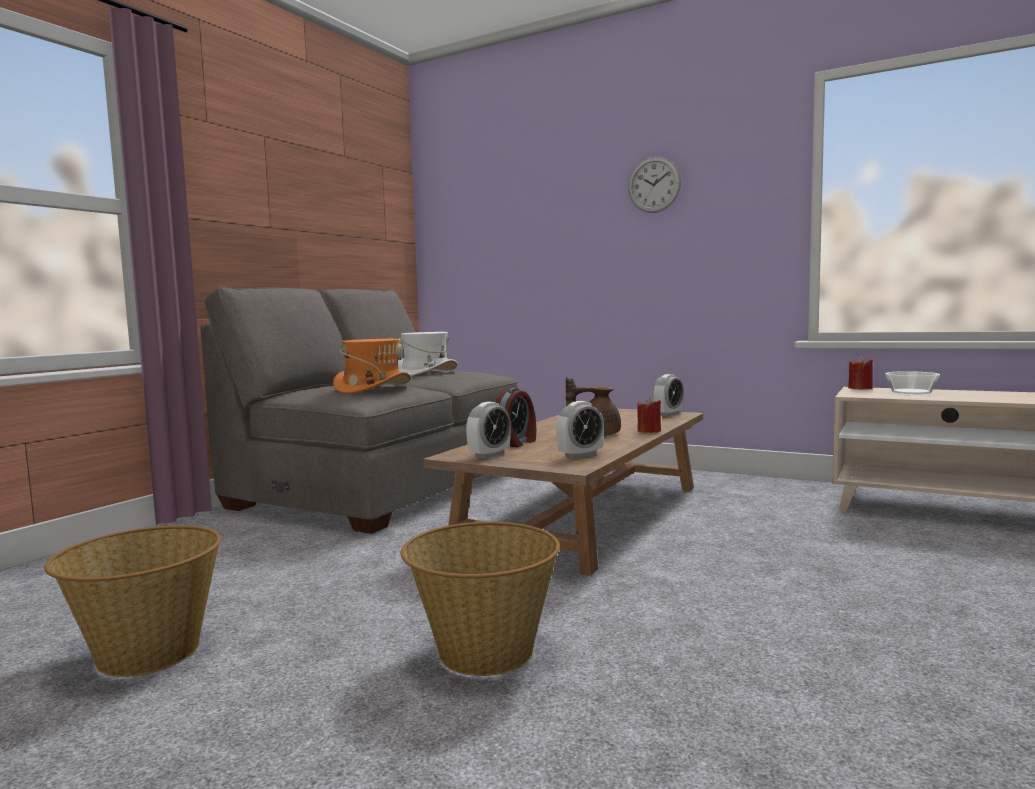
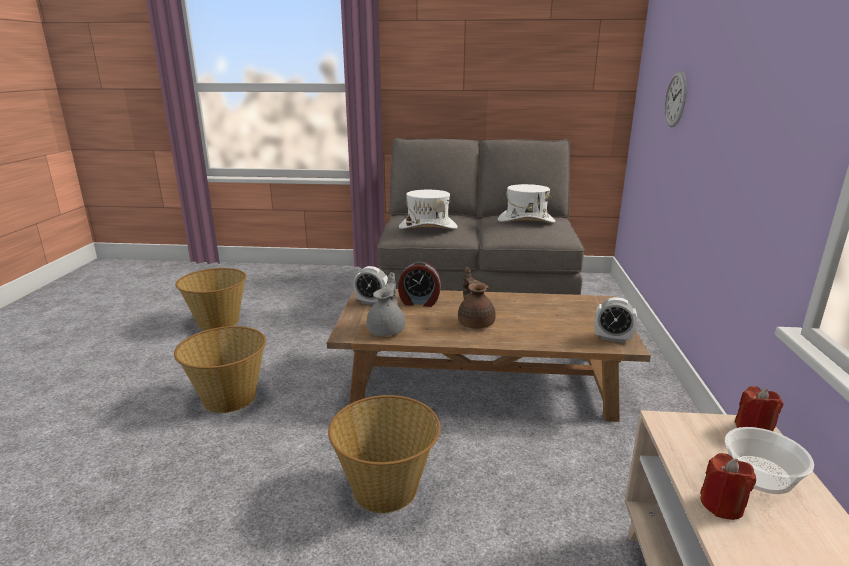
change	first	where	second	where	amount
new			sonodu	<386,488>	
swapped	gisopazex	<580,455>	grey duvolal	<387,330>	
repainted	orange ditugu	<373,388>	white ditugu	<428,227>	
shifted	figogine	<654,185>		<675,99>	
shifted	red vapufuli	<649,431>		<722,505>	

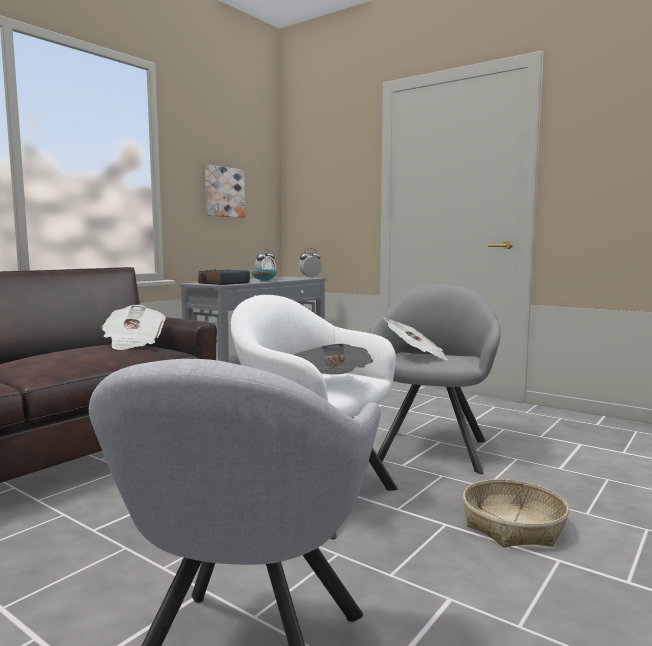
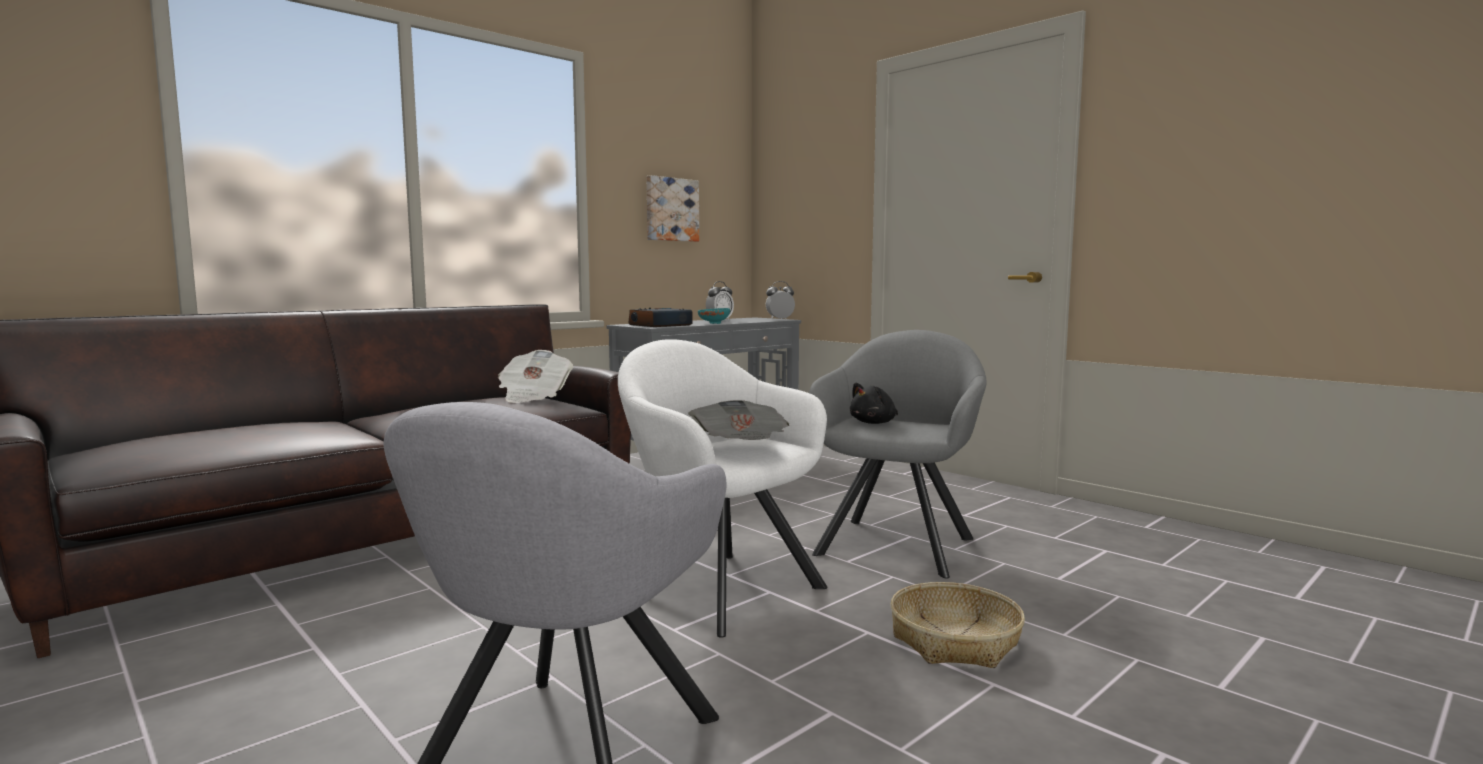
change	first	where	second	where	amount
swapped	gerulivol	<416,356>	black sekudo	<874,423>	

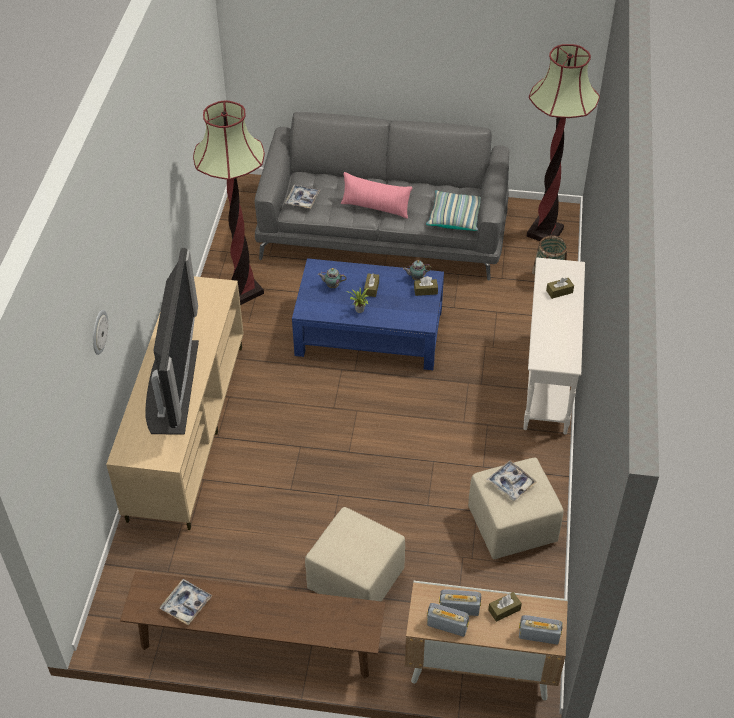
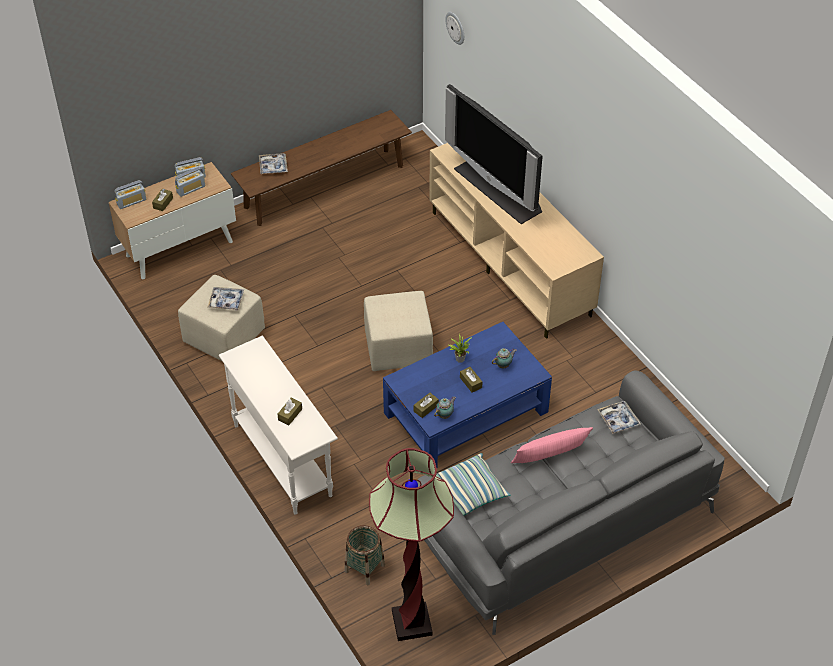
change	first	where	second	where	amount
shifted	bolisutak	<186,604>		<273,166>	
shifted	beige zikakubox	<357,580>		<397,349>	
shifted	figogine	<98,332>		<456,27>	
gone	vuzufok	<243,291>			

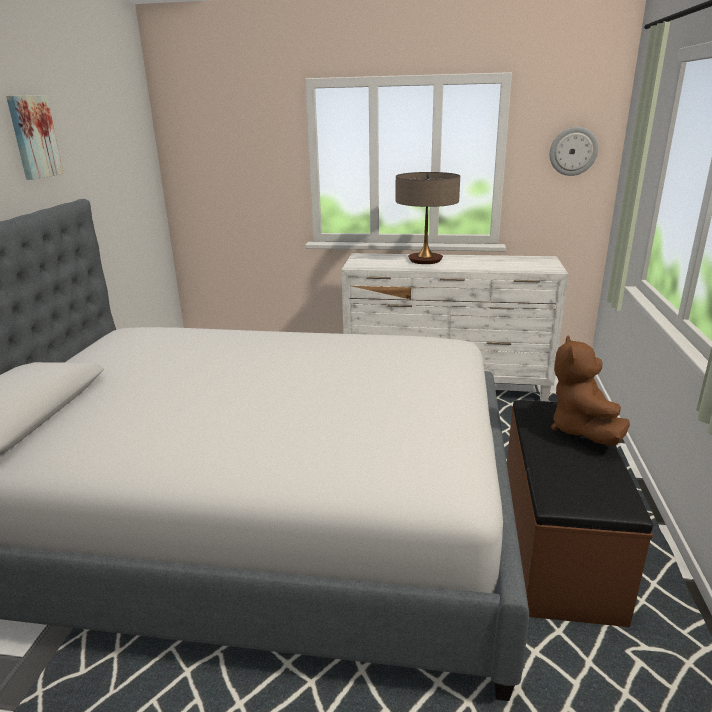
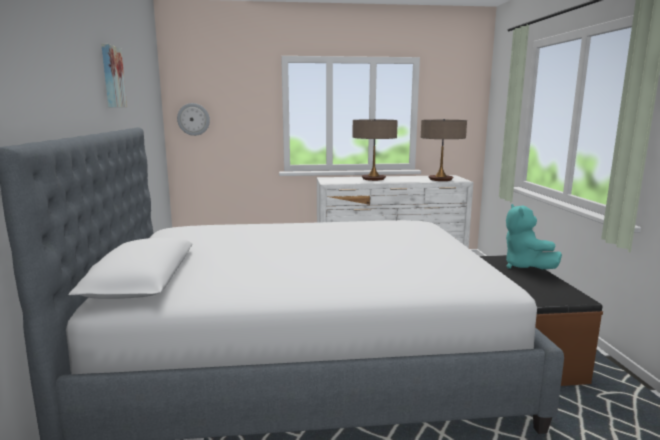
change	first	where	second	where	amount
shifted	figogine	<573,151>		<193,119>	
new			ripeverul	<440,179>	
repainted	brown sekudo	<582,430>	turquoise sekudo	<525,267>	

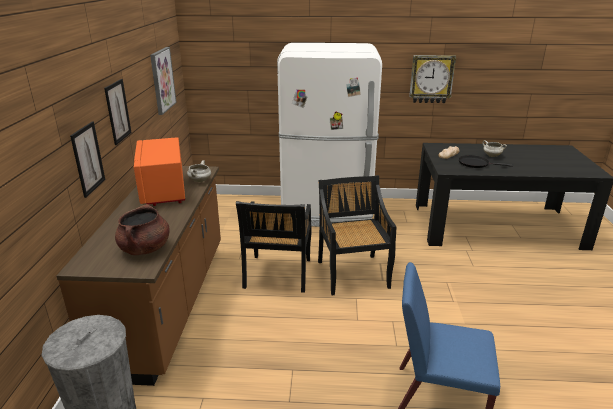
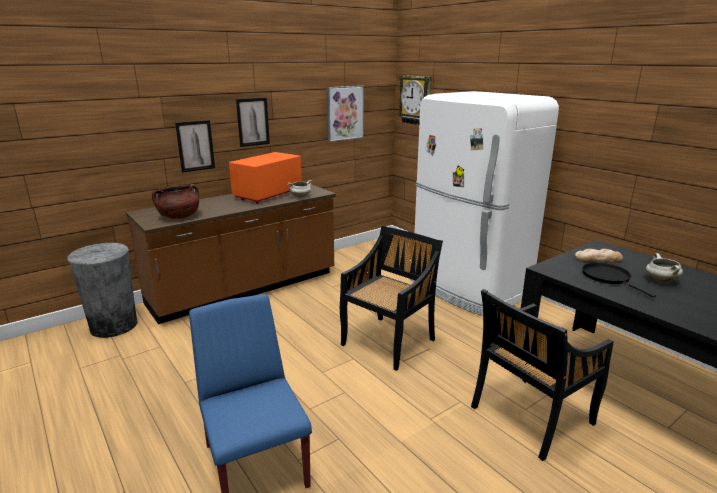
change	first	where	second	where	amount
shifted	figogine	<431,79>		<416,100>	
shifted	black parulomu	<277,274>		<530,416>	

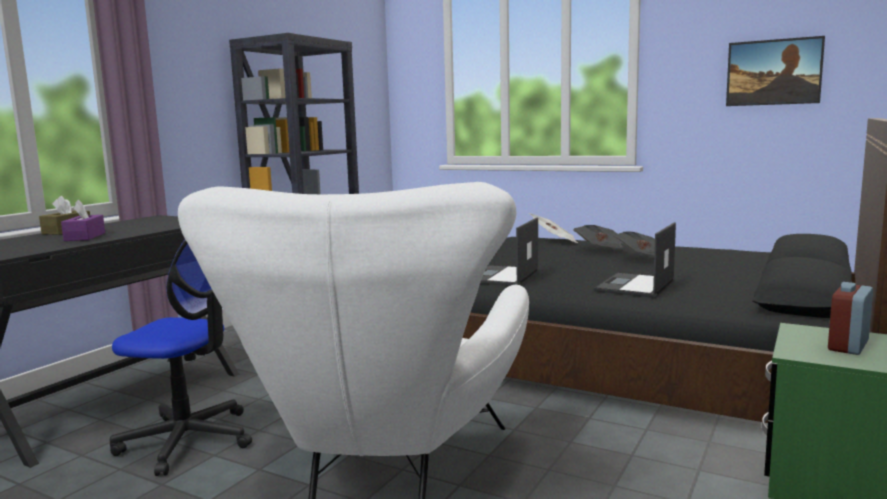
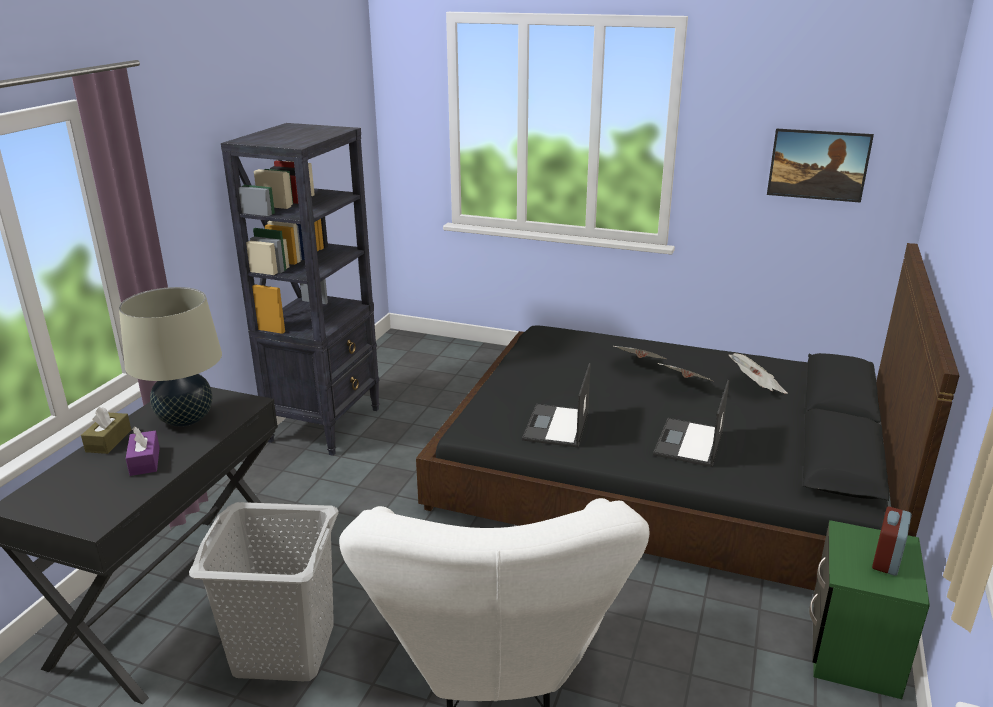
change	first	where	second	where	amount
new			beige ripeverul	<185,419>	
swapped	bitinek	<188,440>	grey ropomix	<285,650>	
shifted	gerulivol	<554,241>		<756,387>	

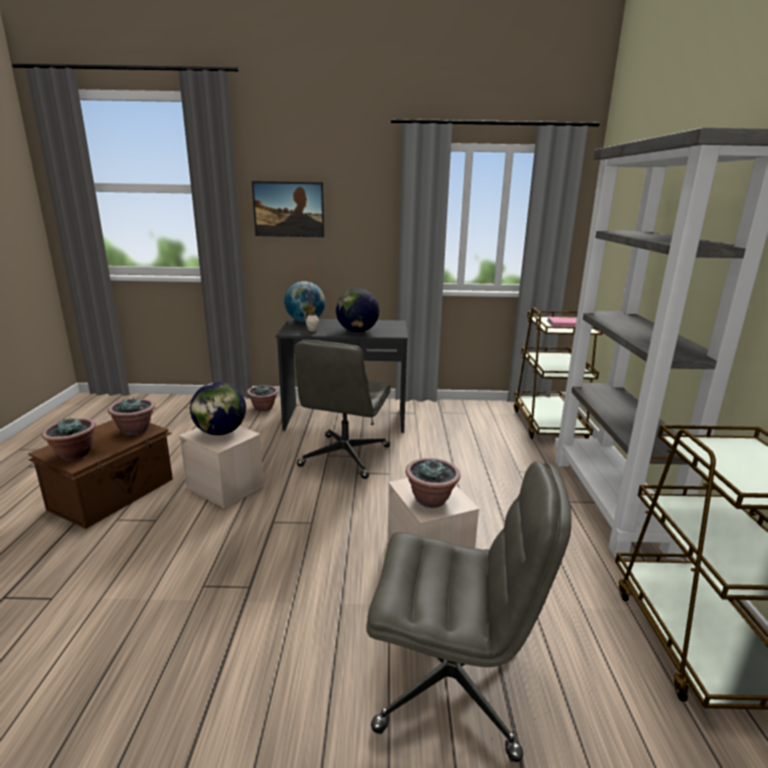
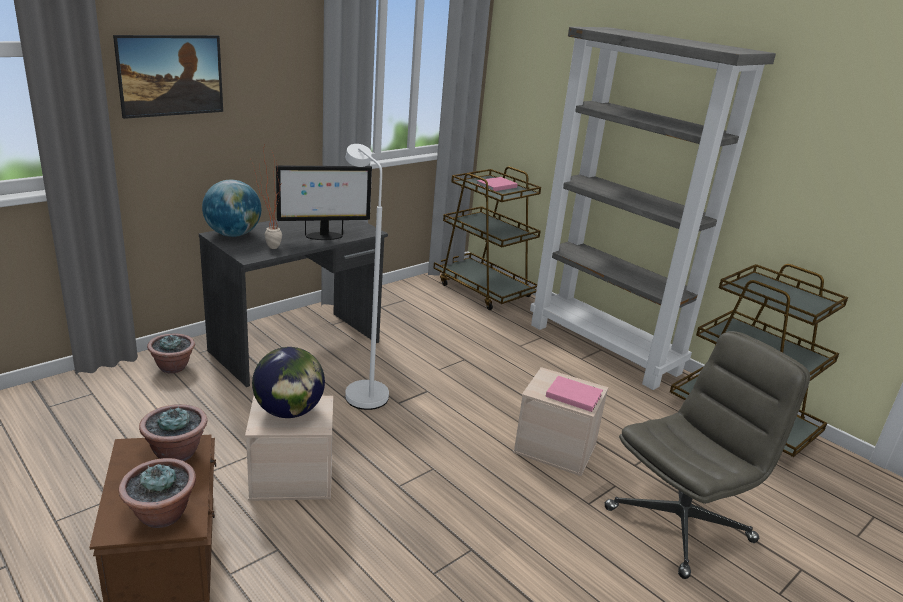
change	first	where	second	where	amount
swapped	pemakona	<357,331>	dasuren	<323,236>	
swapped	grey bitinek	<345,457>	white vuzufok	<362,391>	
swapped	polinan	<431,500>	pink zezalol	<572,395>	

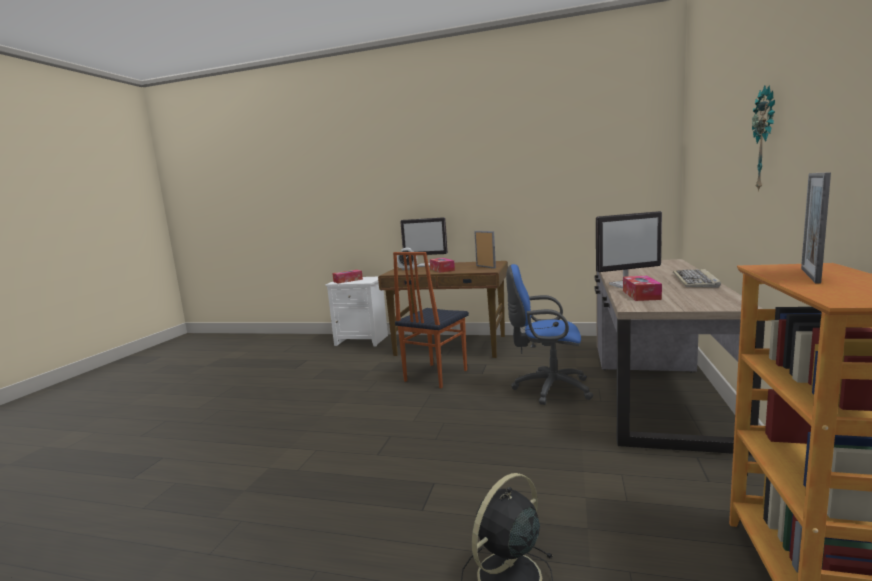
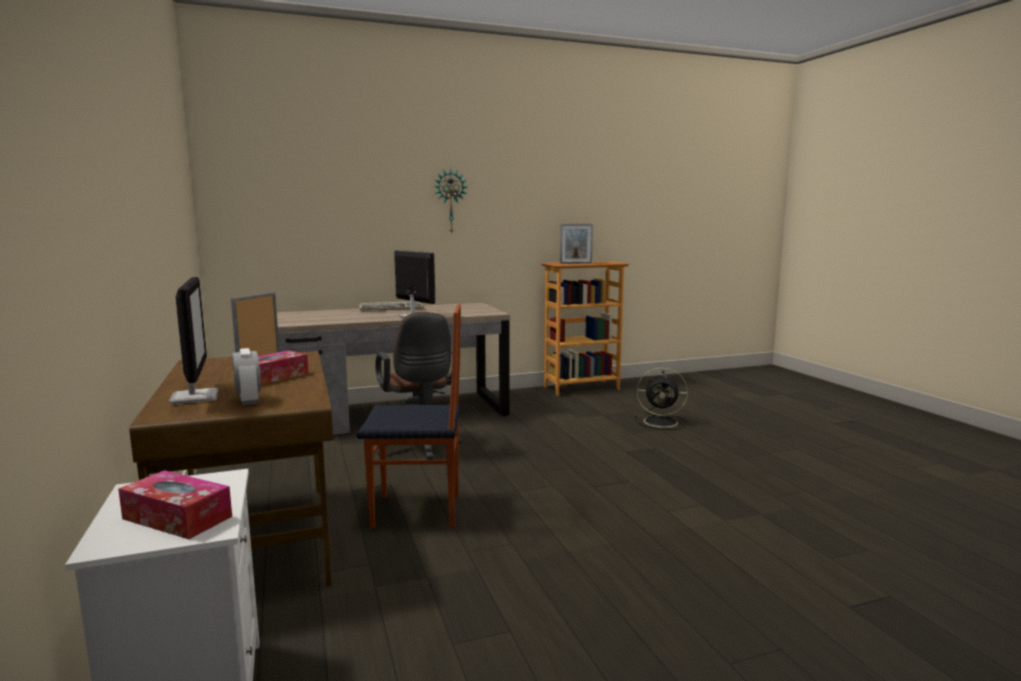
change	first	where	second	where	amount
repainted	blue bitinek	<548,389>	brown bitinek	<418,447>	
gone	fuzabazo	<641,295>			

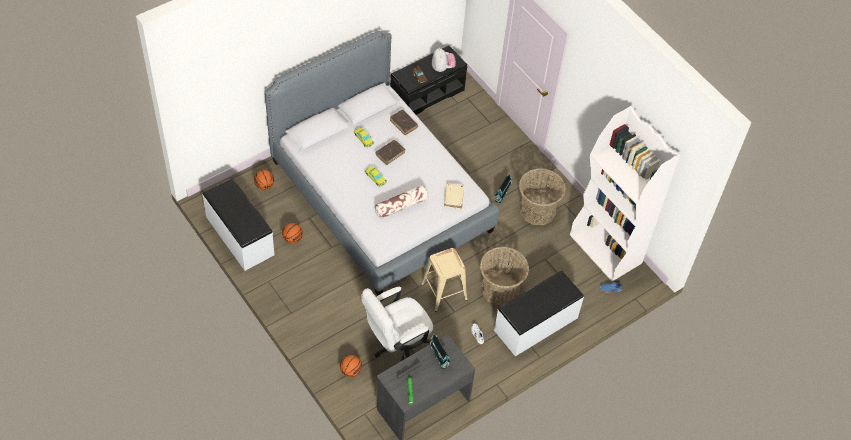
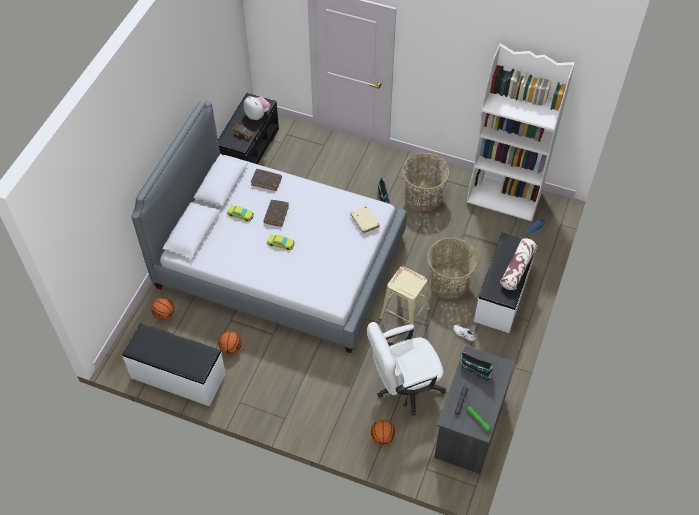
change	first	where	second	where	amount
rotated	white bitinek	<397,345>		<403,387>	45 degrees clockwise
shifted	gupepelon	<401,206>		<517,268>	

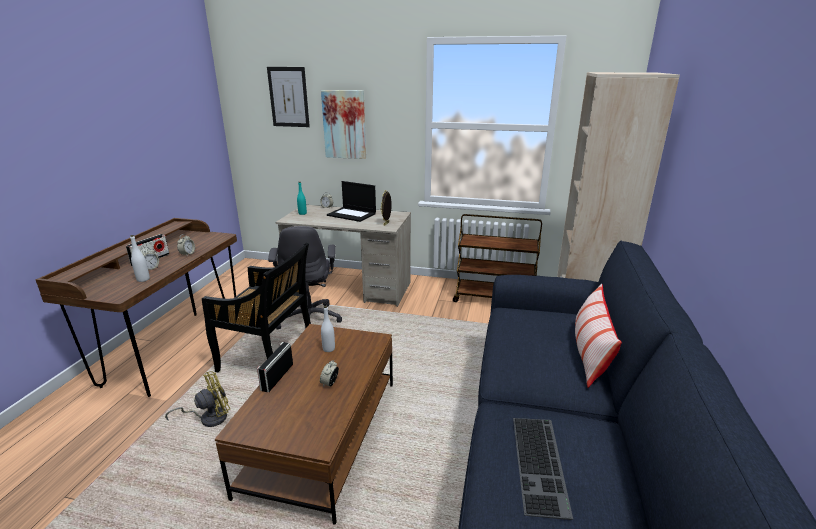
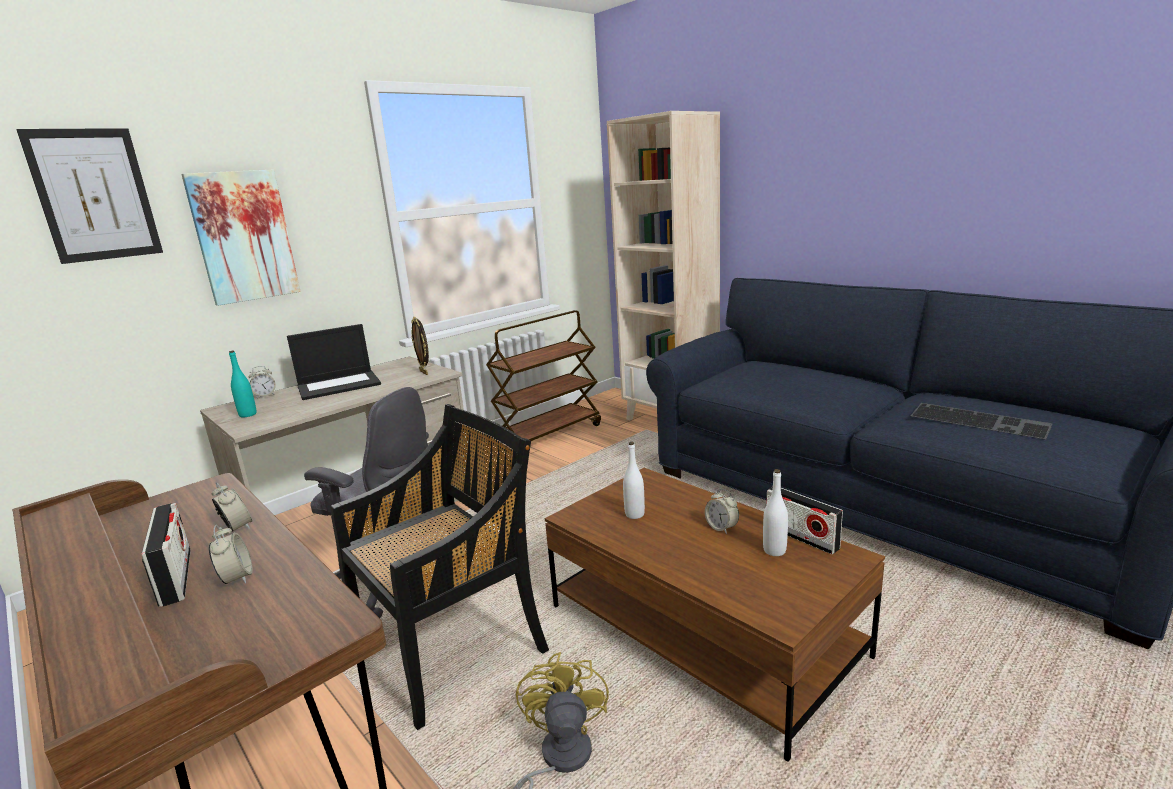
change	first	where	second	where	amount
shifted	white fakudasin	<143,279>		<774,550>	
shifted	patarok	<277,377>		<801,537>	
gone	gupepelon	<590,353>			

